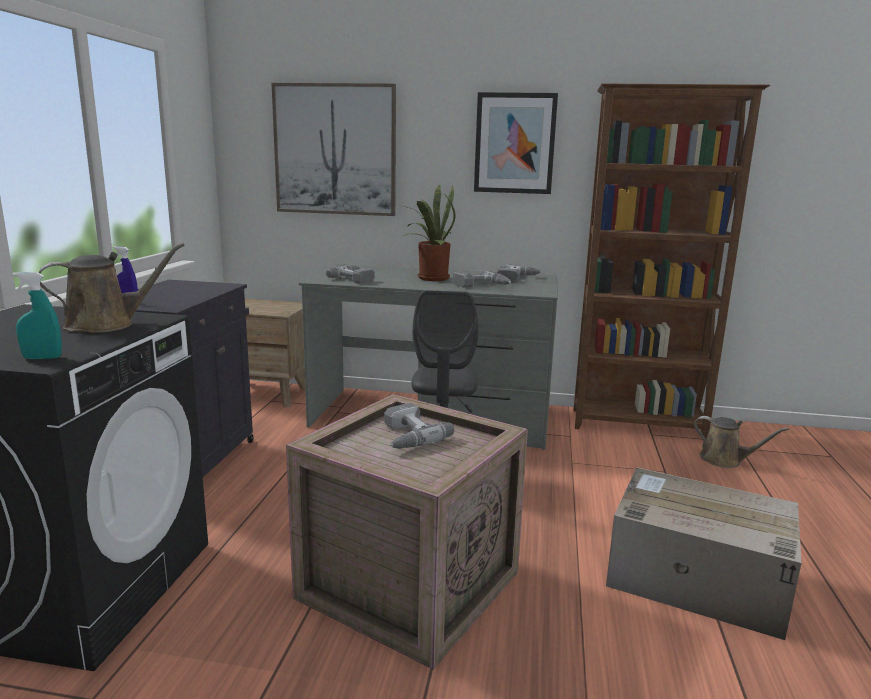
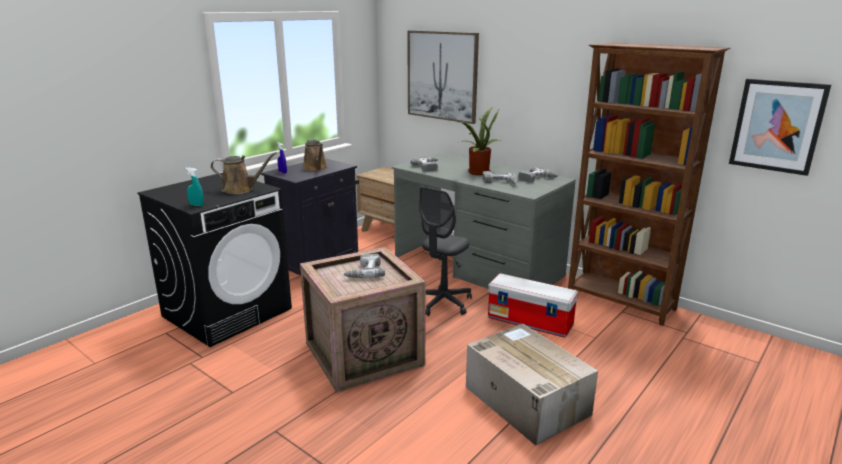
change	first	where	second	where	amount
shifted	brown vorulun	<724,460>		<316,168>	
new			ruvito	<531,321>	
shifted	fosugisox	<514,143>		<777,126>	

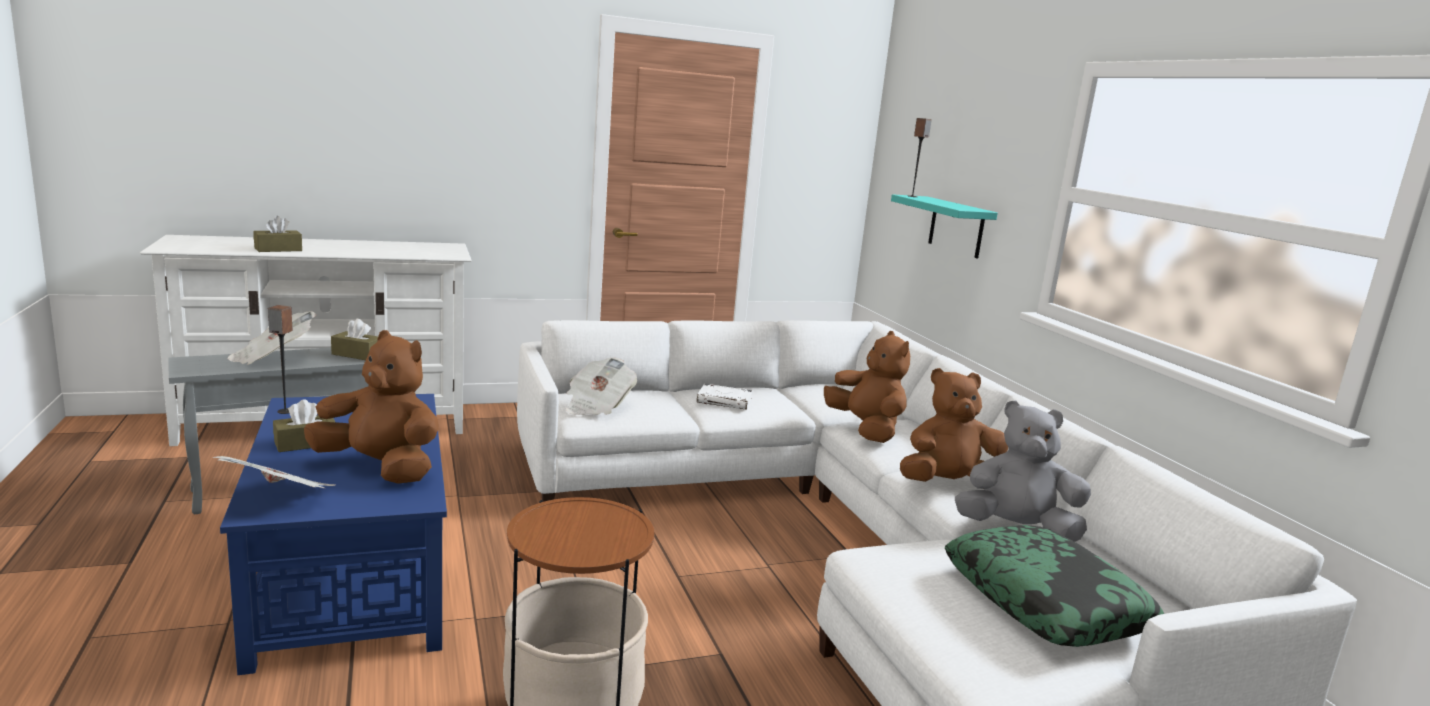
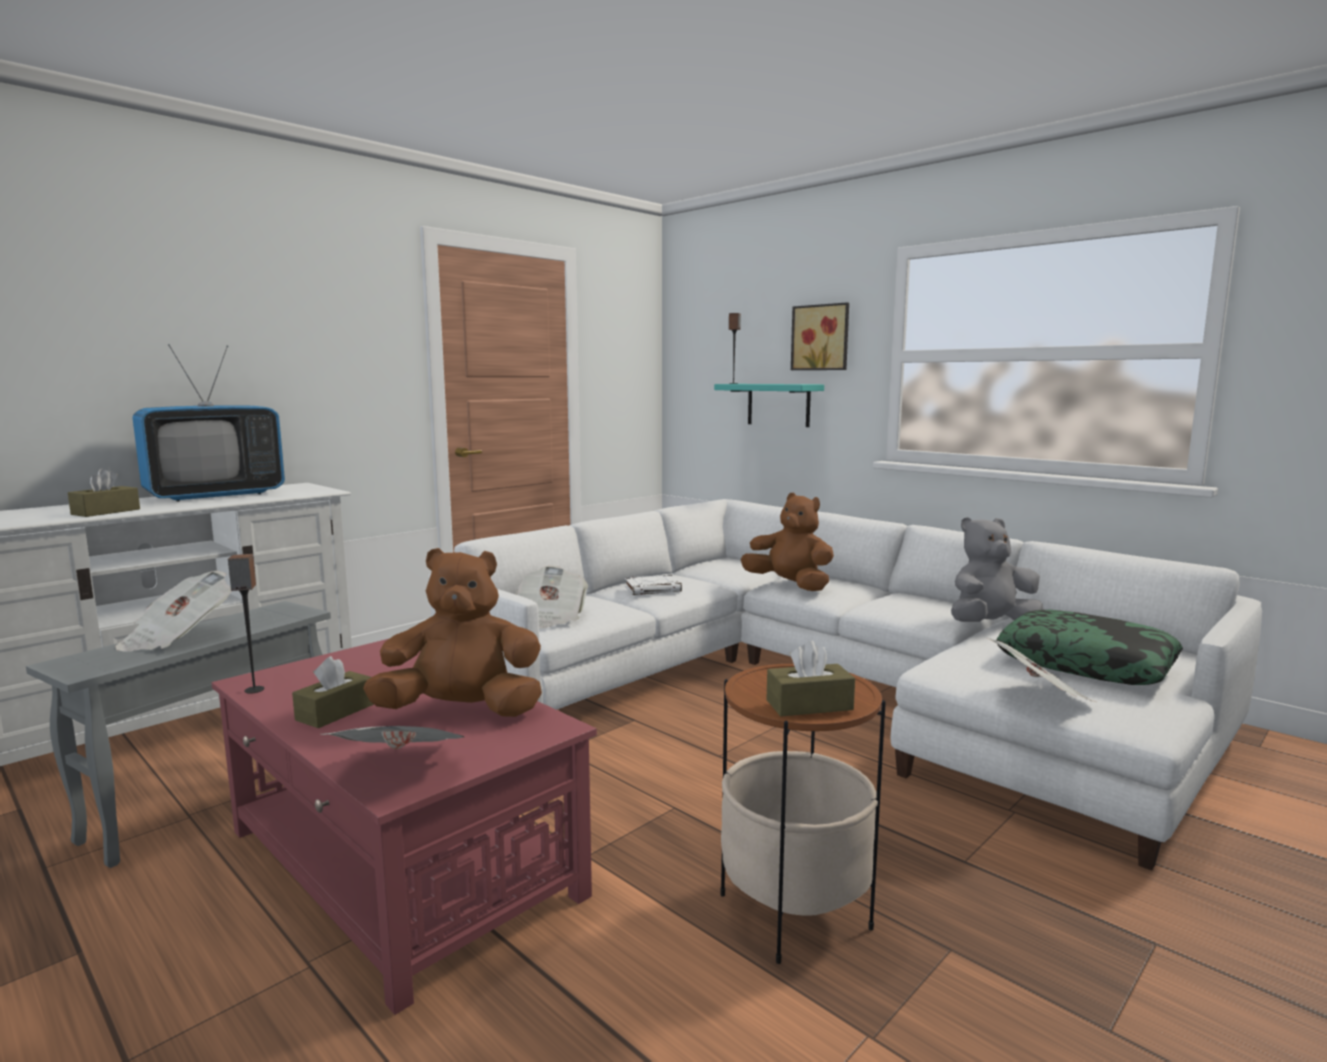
change	first	where	second	where	amount
new			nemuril	<215,495>	
repainted	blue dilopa	<351,575>	red dilopa	<401,863>	
shifted	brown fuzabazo	<357,355>		<809,705>	
new			fosugisox	<821,337>	
new			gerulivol	<1037,695>	
gone	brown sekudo	<948,485>			

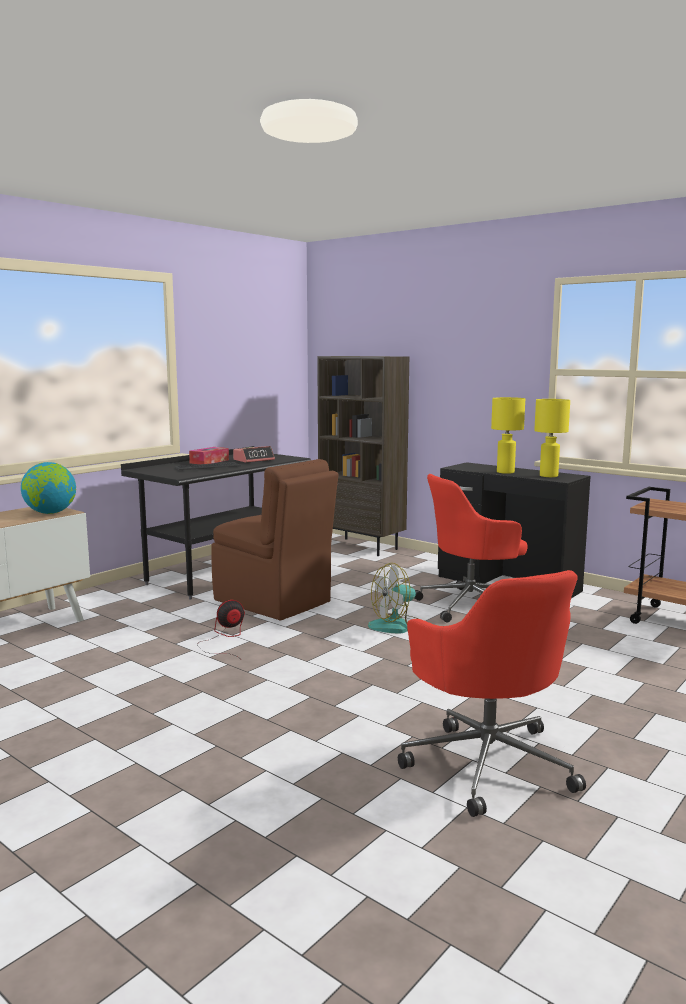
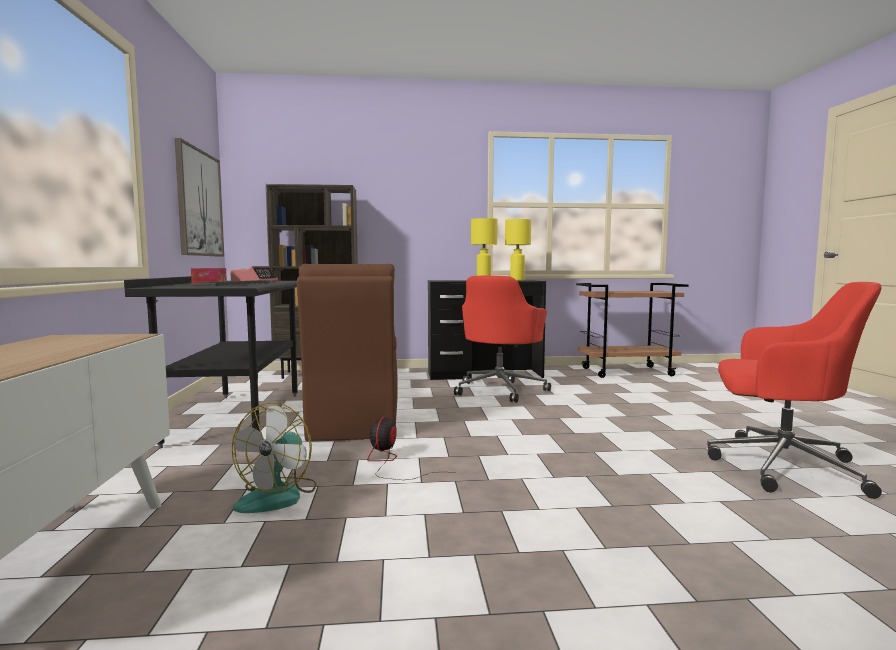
change	first	where	second	where	amount
new			fosugisox	<199,203>	
shifted	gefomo	<398,626>		<278,496>	
rotated	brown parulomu	<274,602>		<353,424>	90 degrees clockwise
gone	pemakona	<50,513>			

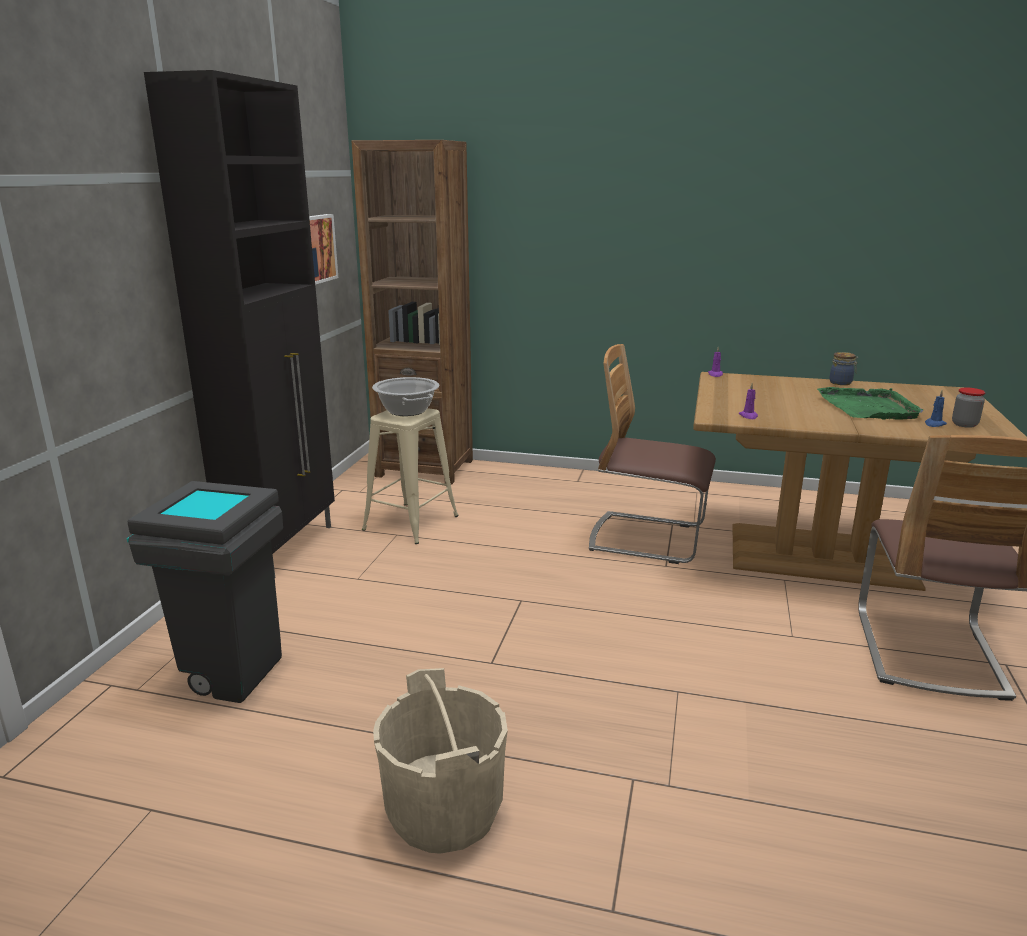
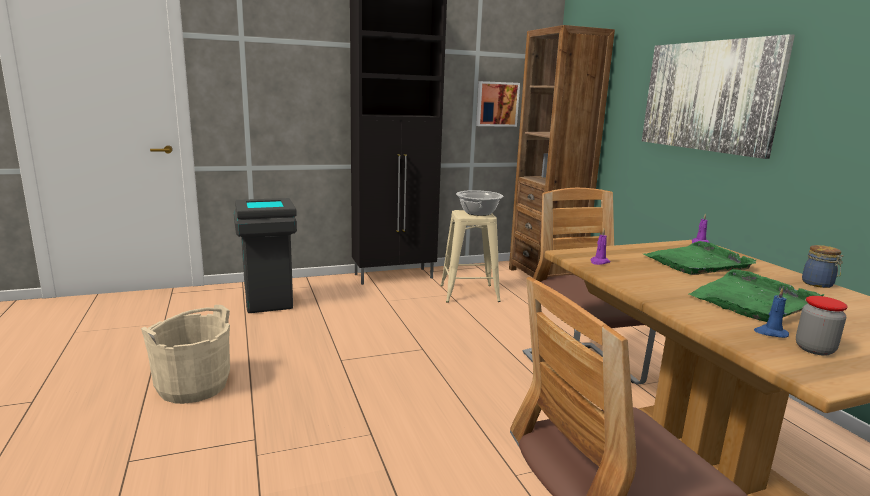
change	first	where	second	where	amount
new			fosugisox	<708,96>	
new			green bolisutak	<697,262>	

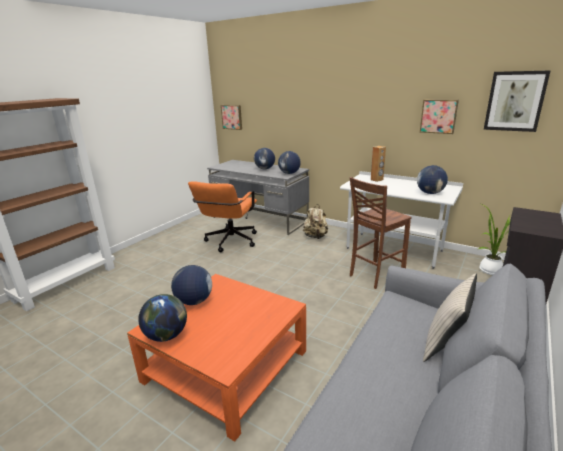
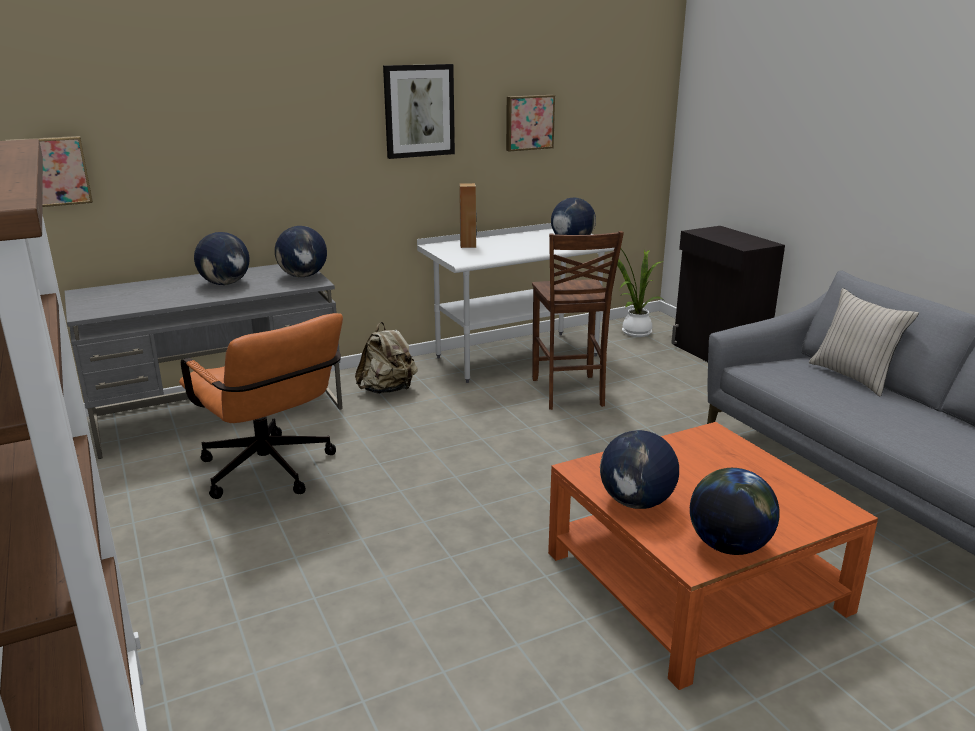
change	first	where	second	where	amount
shifted	fosugisox	<515,101>		<419,111>	

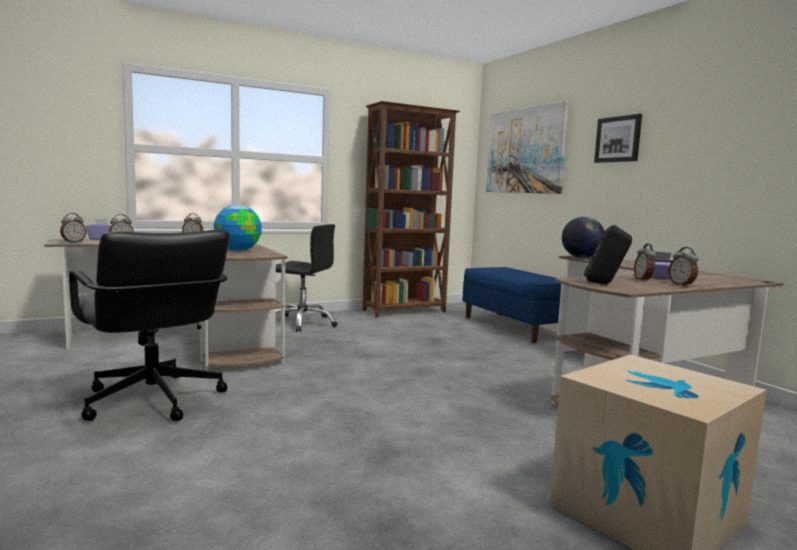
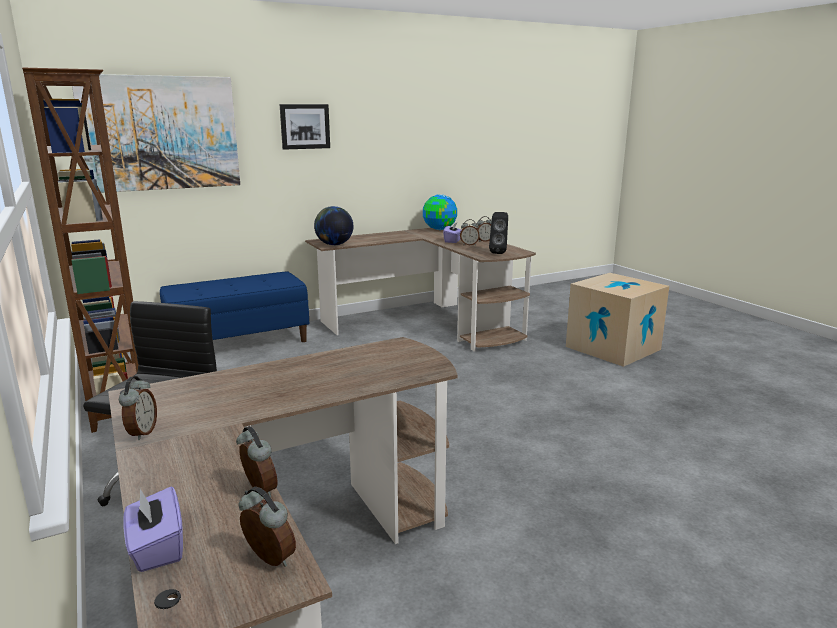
change	first	where	second	where	amount
shifted	pemakona	<237,250>		<439,229>	
gone	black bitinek	<152,400>			

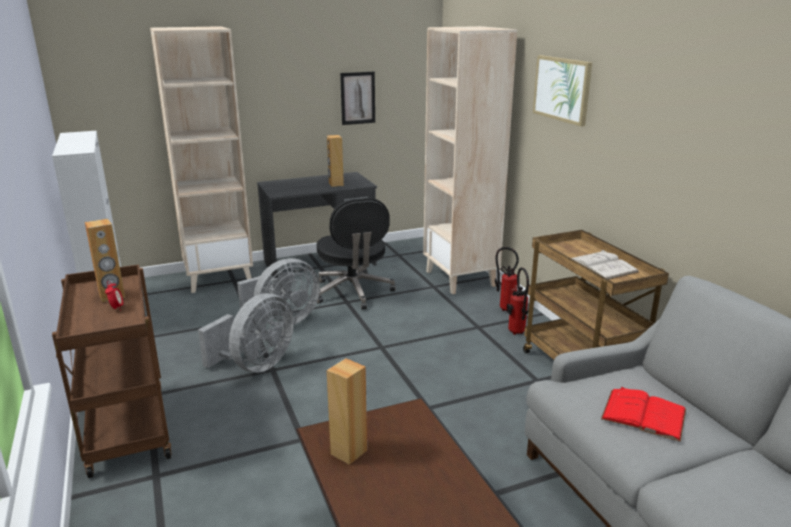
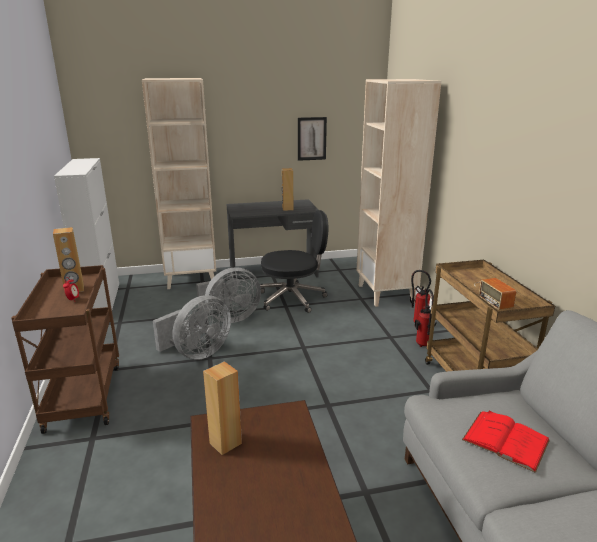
change	first	where	second	where	amount
rotated	black bitinek	<353,292>		<293,298>	90 degrees counterclockwise
swapped	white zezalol	<602,266>	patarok	<494,294>	
gone	fosugisox	<562,89>			

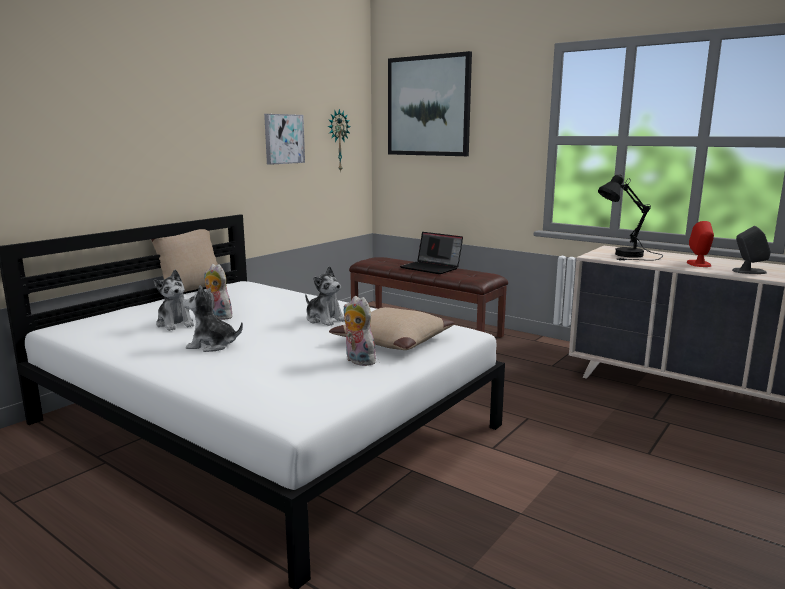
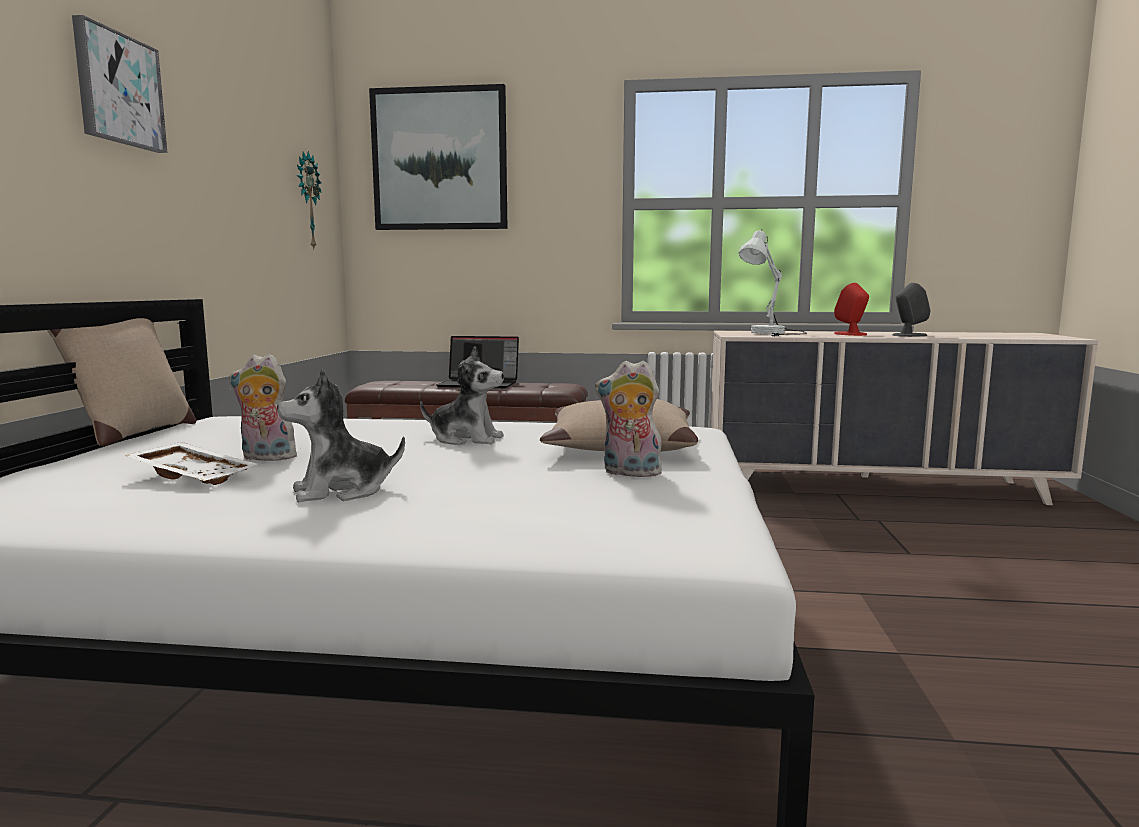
change	first	where	second	where	amount
shifted	fosugisox	<283,139>		<118,89>	
swapped	sekudo	<175,324>	white bolisutak	<195,476>	
repainted	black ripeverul	<629,257>	white ripeverul	<773,334>	

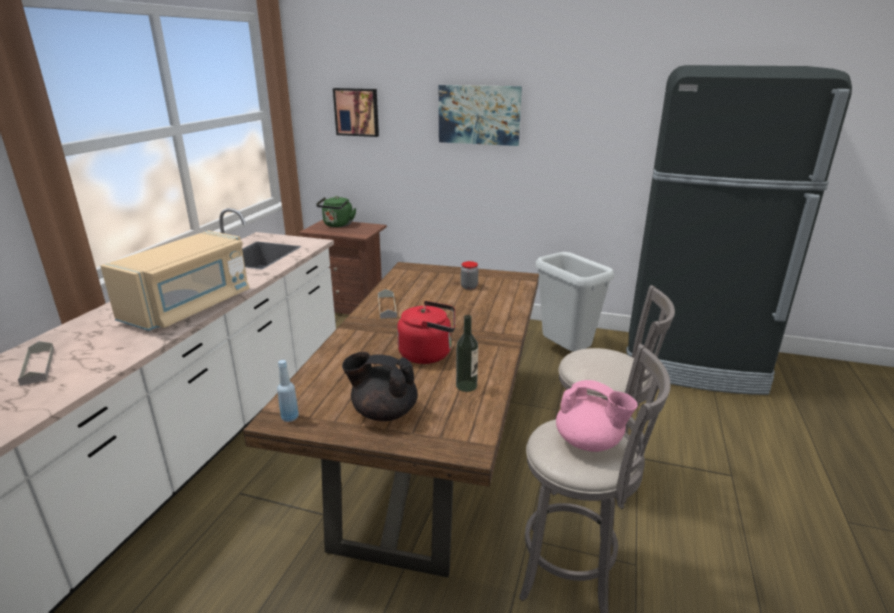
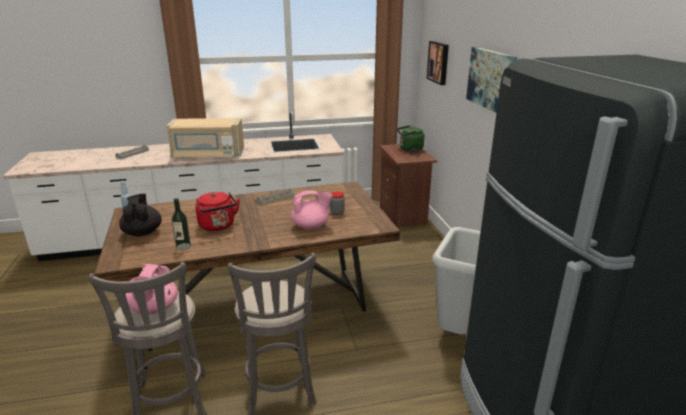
change	first	where	second	where	amount
new			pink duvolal	<311,226>	

